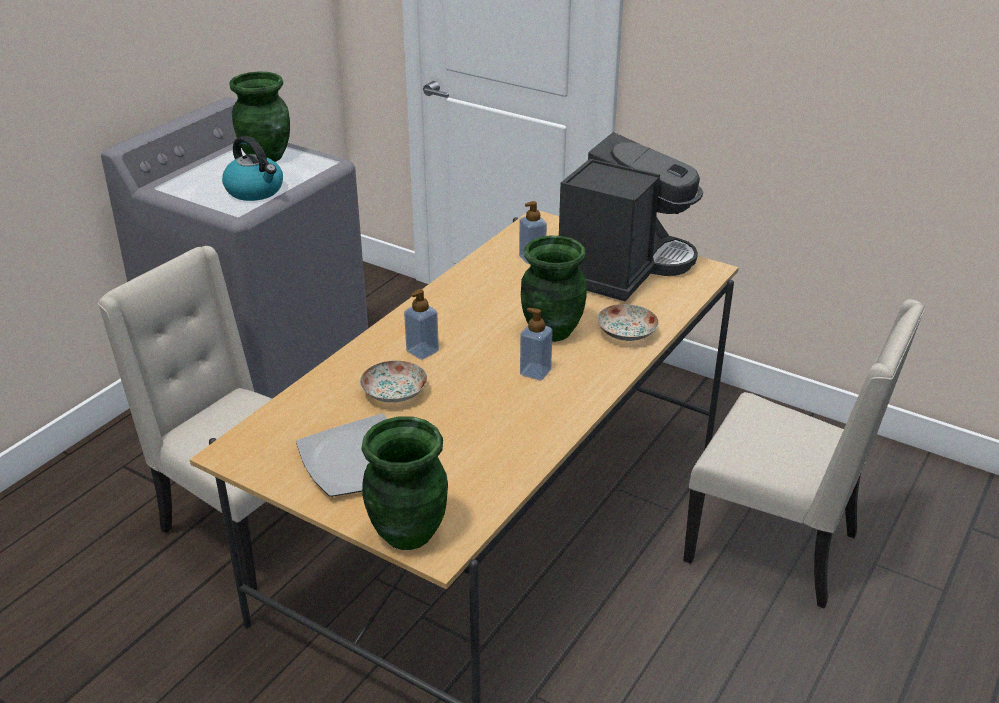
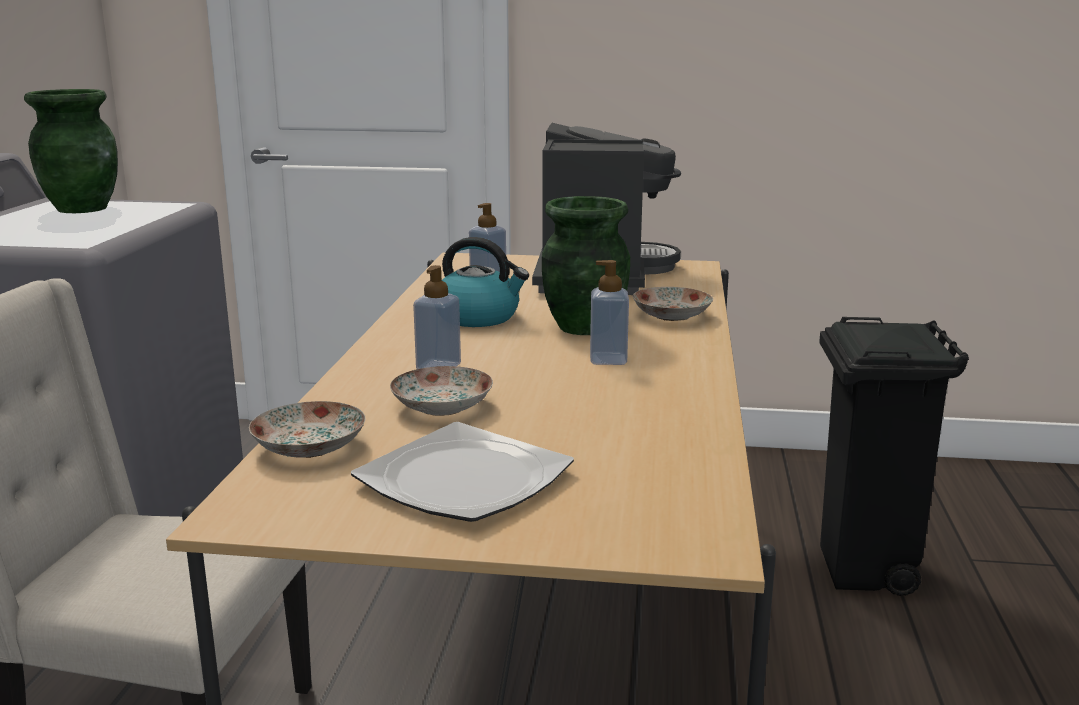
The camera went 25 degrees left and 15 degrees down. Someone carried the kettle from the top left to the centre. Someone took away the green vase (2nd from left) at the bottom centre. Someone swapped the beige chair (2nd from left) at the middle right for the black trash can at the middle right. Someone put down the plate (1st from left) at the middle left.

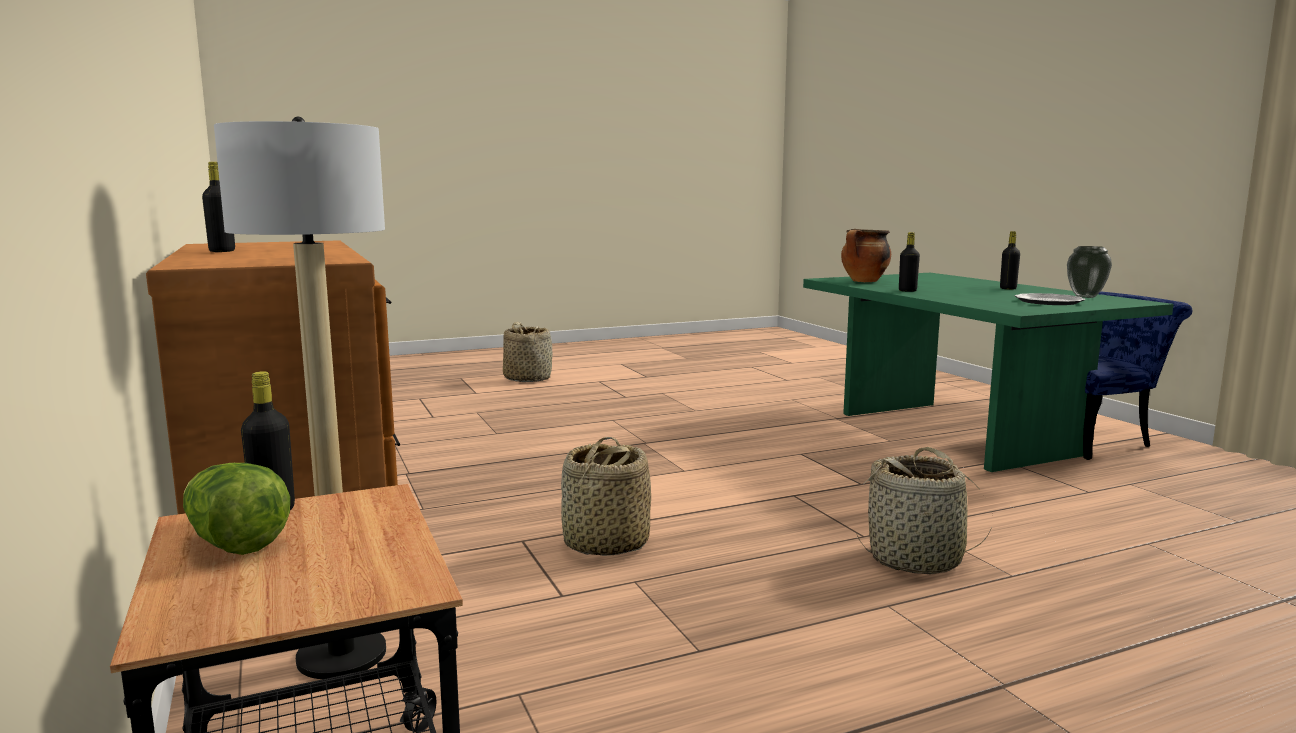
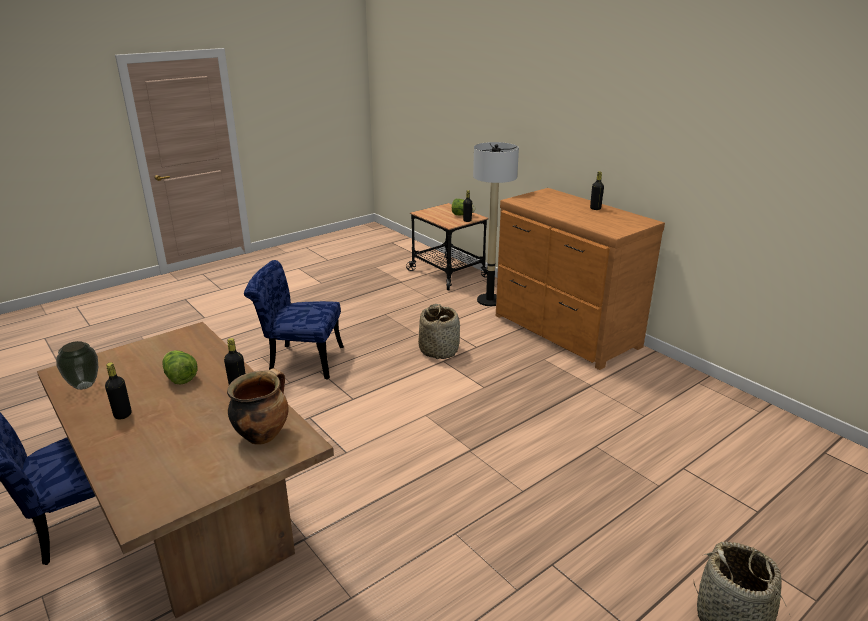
The camera went 165 degrees right and 15 degrees up. Someone repainted the green dining table at the middle right, which became the brown dining table at the bottom left. Someone swapped the basket (3rd from left) at the bottom right for the blue chair (2nd from left) at the centre. Someone took away the plate at the middle right. Someone put down the lettuce (1st from left) at the middle left.

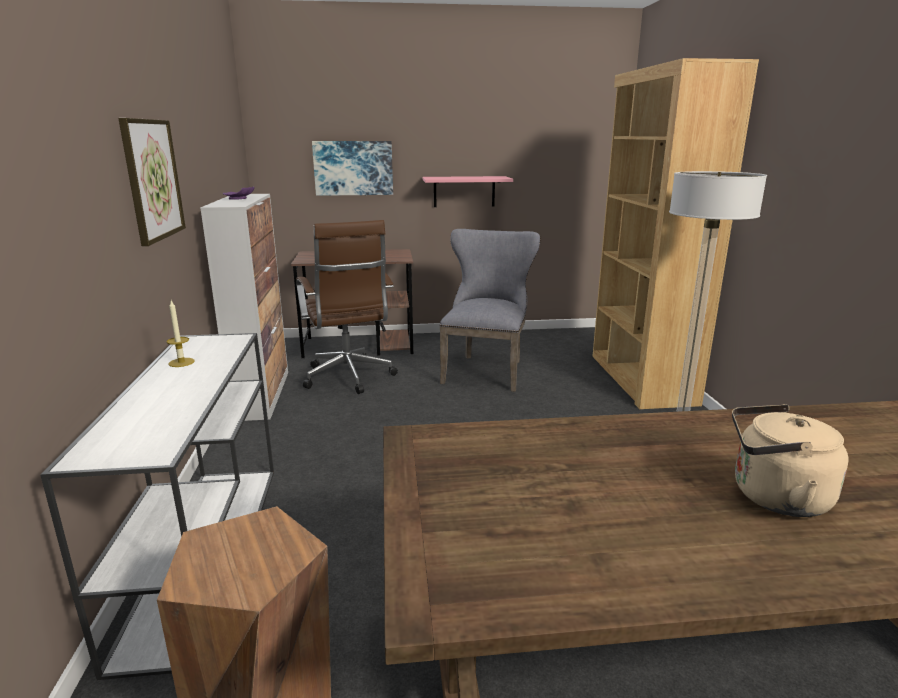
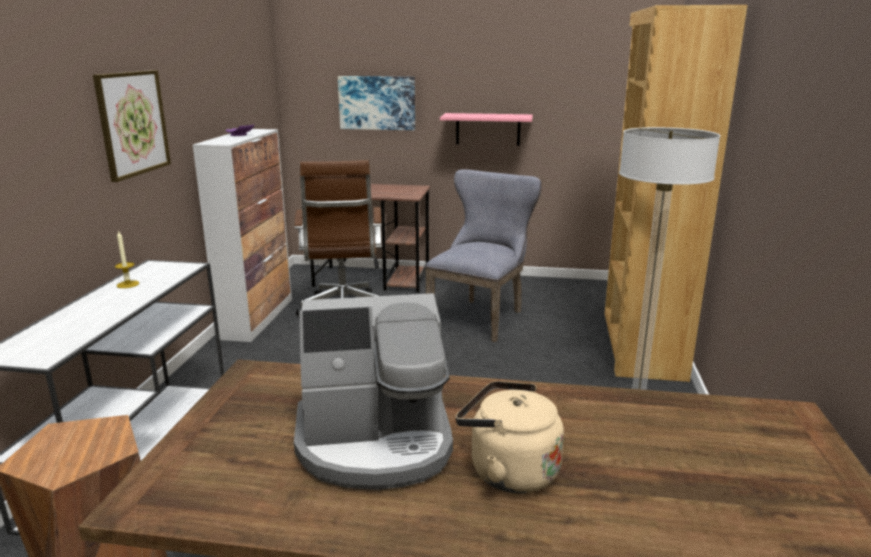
The camera went 15 degrees right and 0 degrees up. Someone put down the coffee machine at the bottom centre.

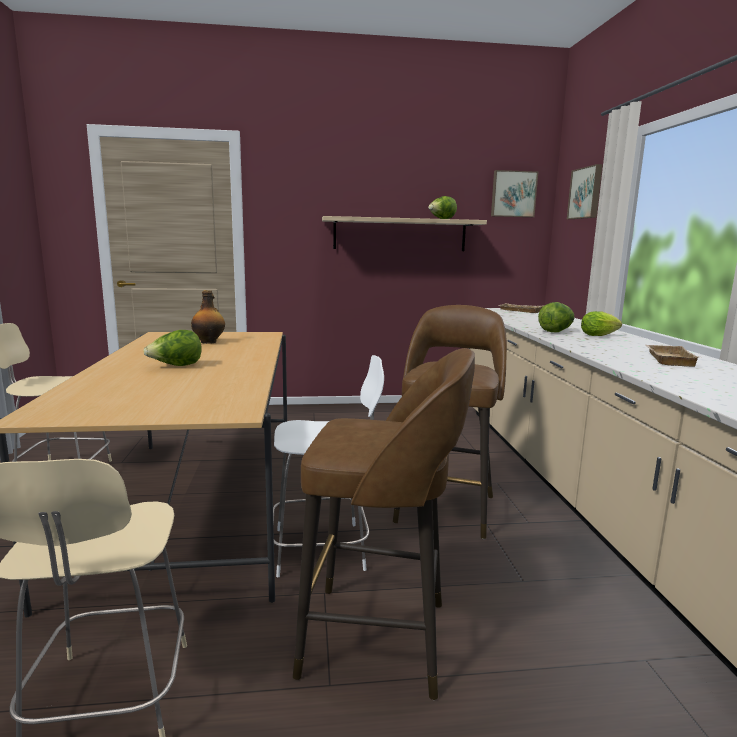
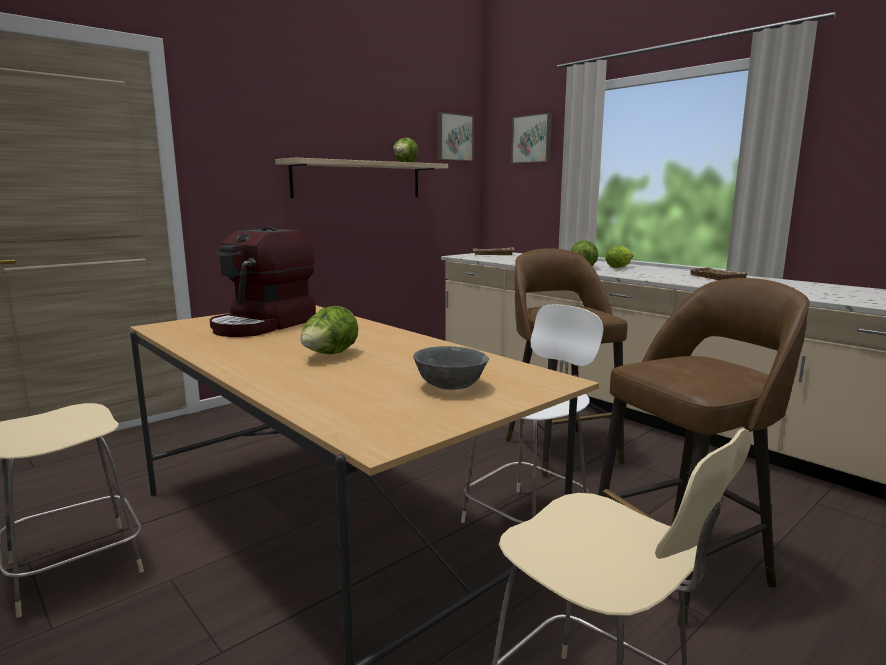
The camera went 35 degrees left and 0 degrees up. Someone swapped the bottle at the middle left for the coffee machine at the middle left. Someone put down the grey bowl at the centre.

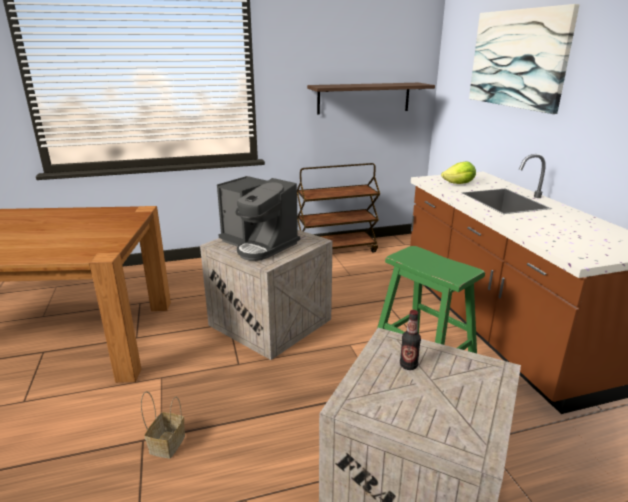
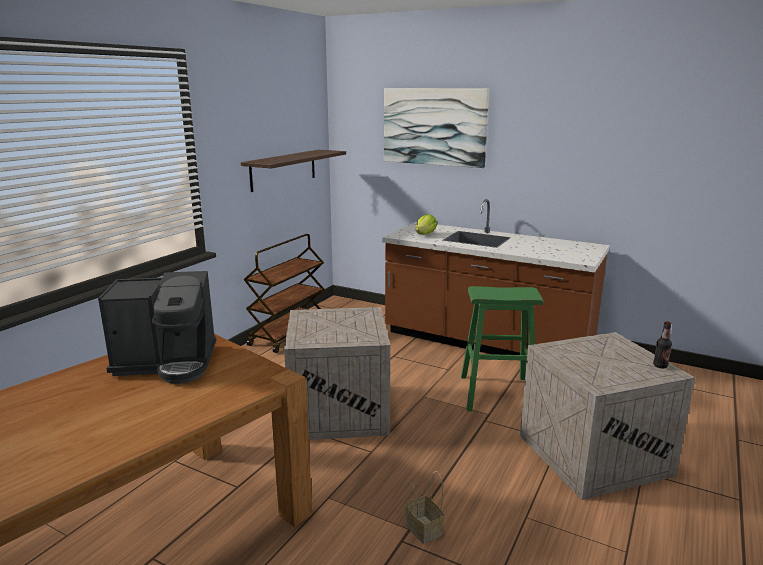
The camera went 45 degrees left and 5 degrees down. Someone carried the coffee machine from the centre to the middle left. Someone carried the bottle from the bottom centre to the middle right.

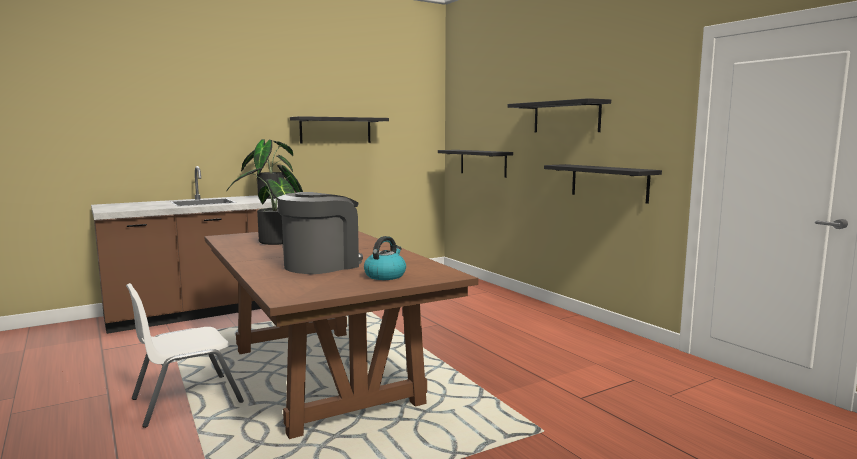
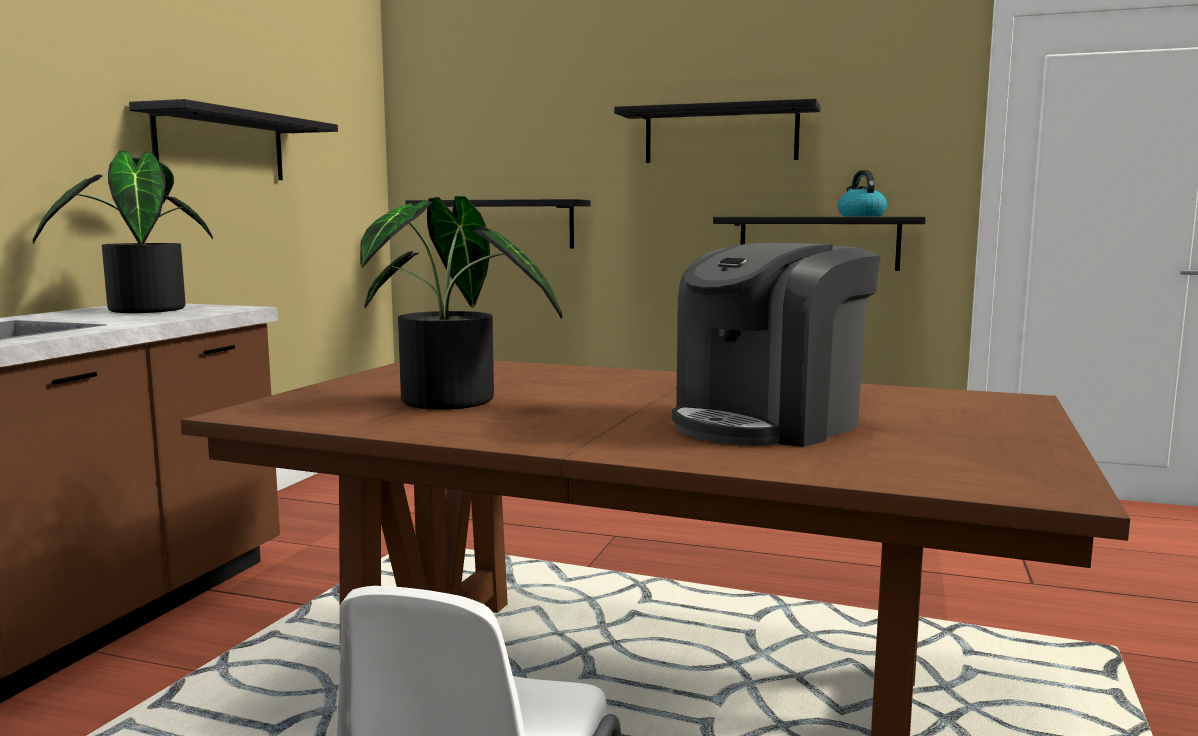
The camera went 40 degrees left and 0 degrees up. Someone rotated the coffee machine at the centre by 135 degrees counterclockwise. Someone carried the kettle from the centre to the top right.

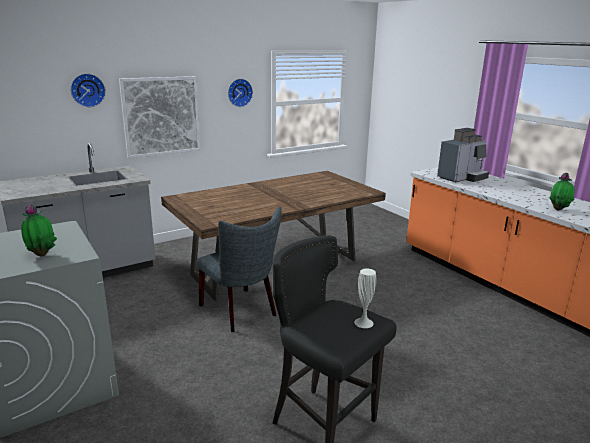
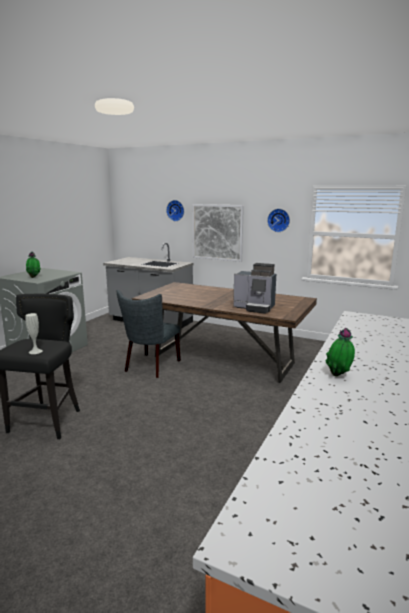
The camera went 60 degrees right and 5 degrees down. Someone carried the coffee machine from the middle right to the centre.

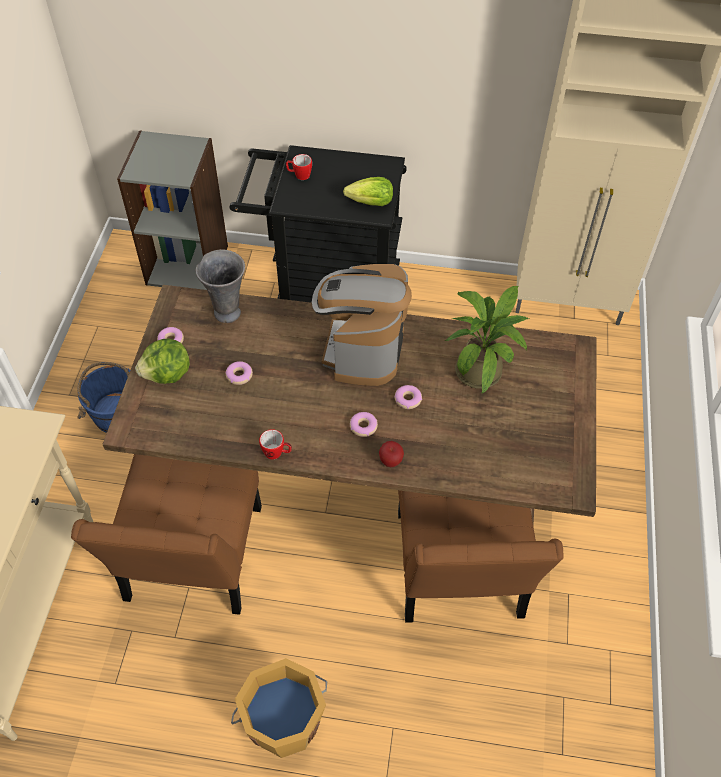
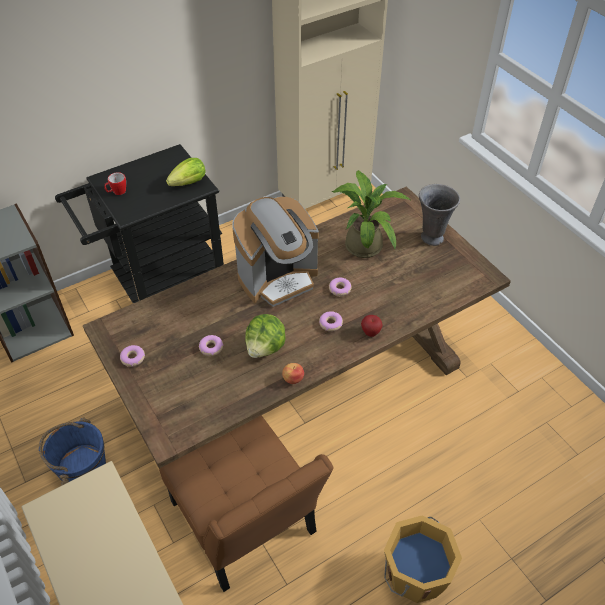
The camera went 40 degrees left and 5 degrees down. Someone carried the lettuce (1st from left in the first image) from the middle left to the centre. Someone carried the grey vase from the middle left to the middle right. Someone swapped the mug (1st from left) at the centre for the apple (1st from left) at the centre. Someone rotated the coffee machine at the centre by 90 degrees counterclockwise. Someone took away the brown chair (2nd from left) at the bottom right.

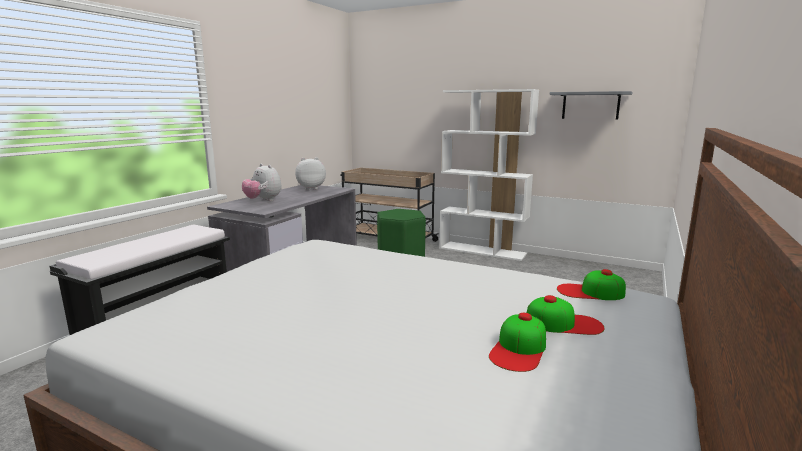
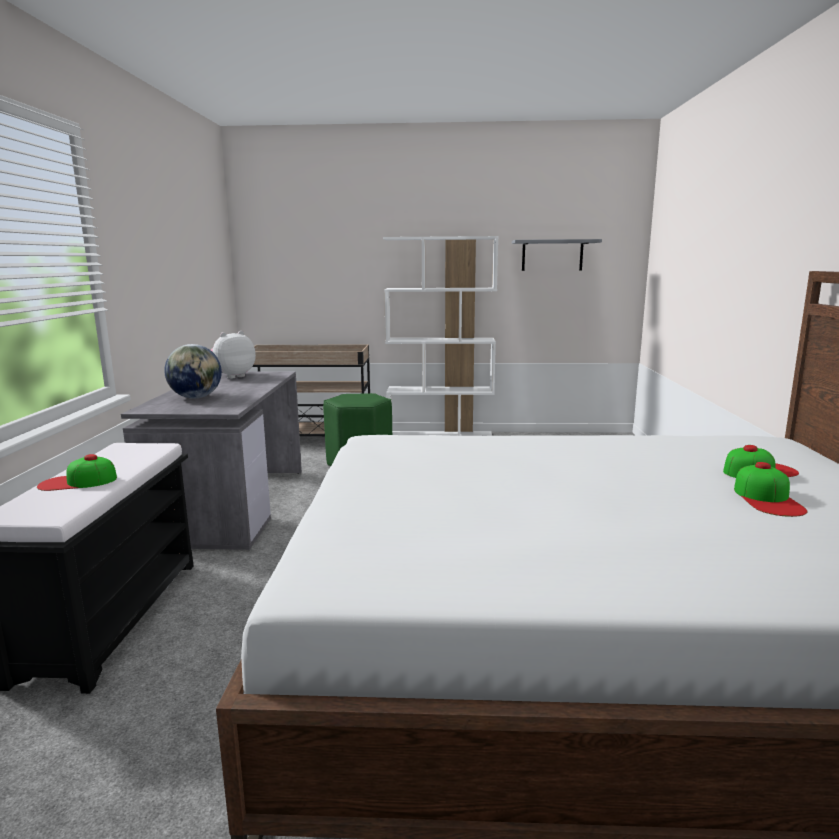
The camera went 25 degrees left and 0 degrees up. Someone swapped the plush toy (1st from left) at the middle left for the globe at the middle left. Someone carried the cap (3rd from left in the first image) from the middle right to the middle left.

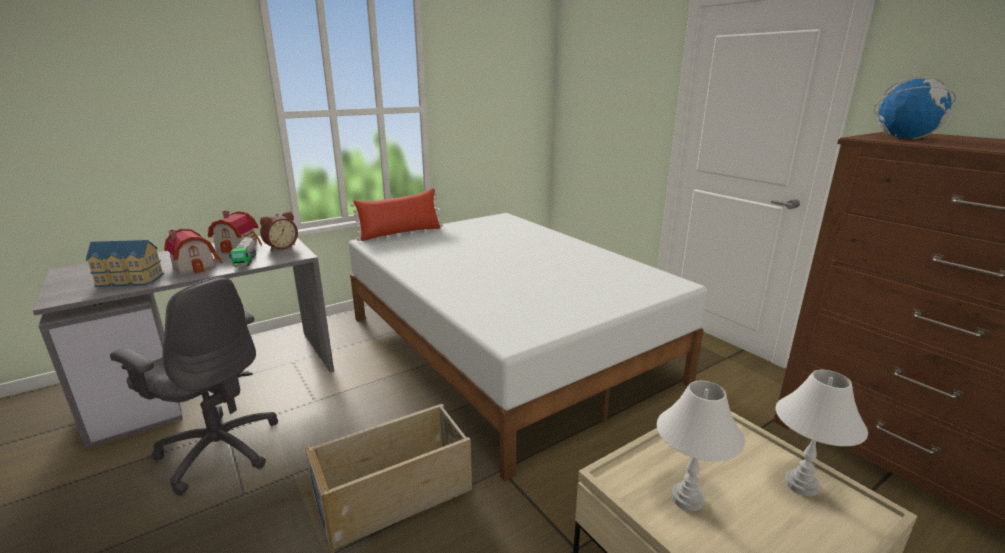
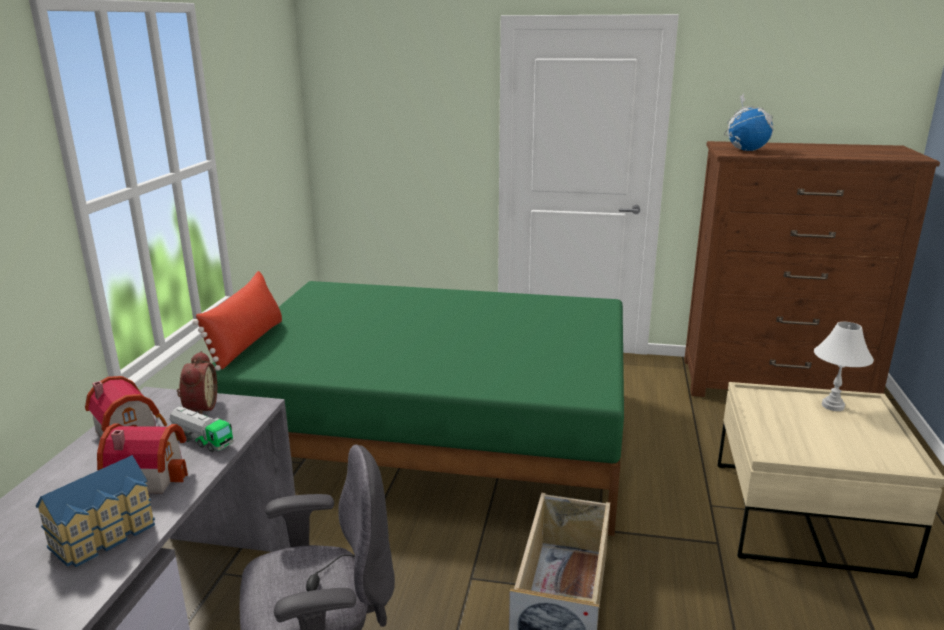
The camera went 45 degrees left and 0 degrees up. Someone repainted the white bed at the centre, which became the green bed at the centre. Someone took away the white table lamp (1st from left) at the bottom right.

